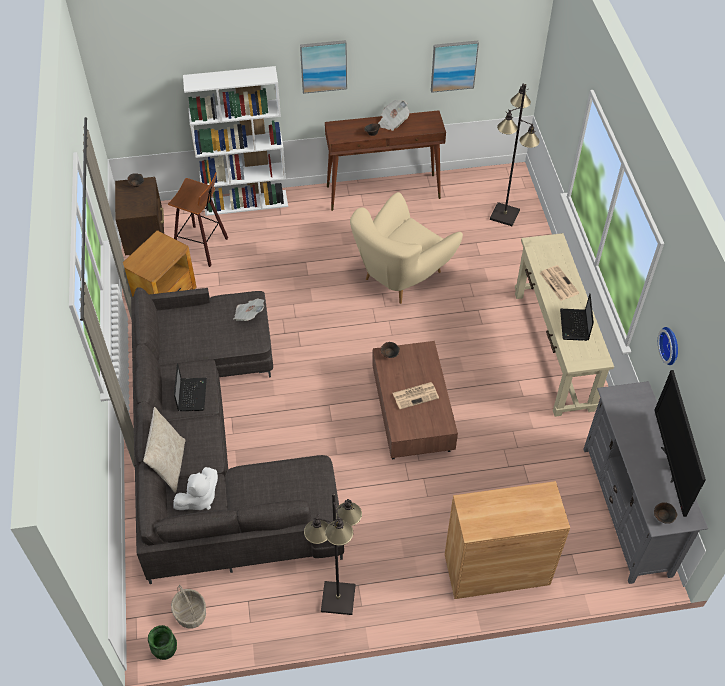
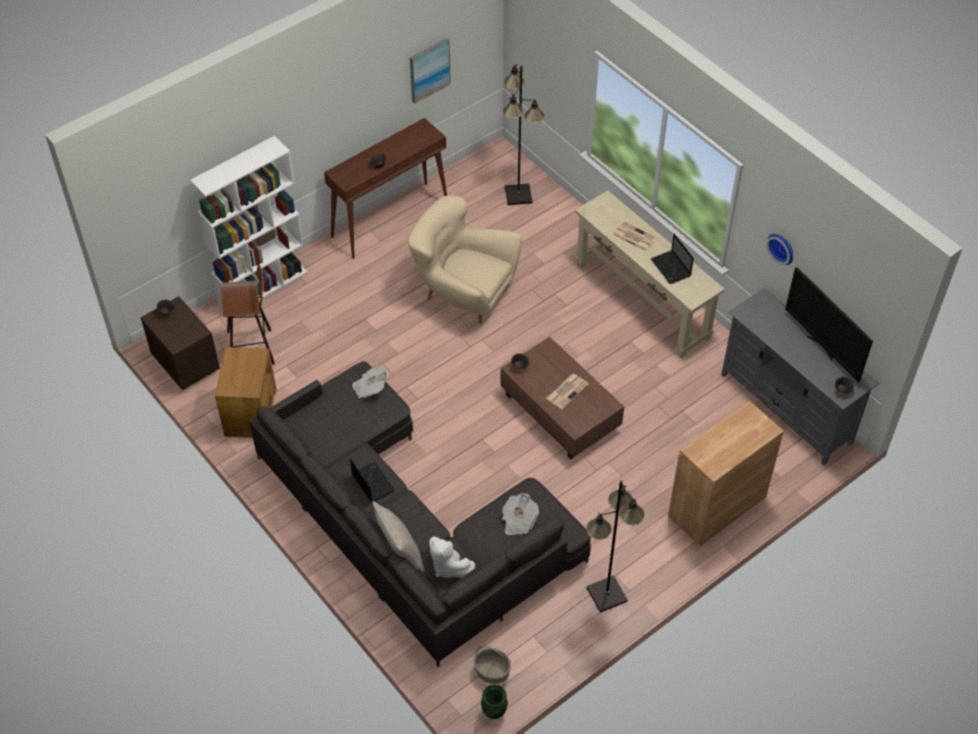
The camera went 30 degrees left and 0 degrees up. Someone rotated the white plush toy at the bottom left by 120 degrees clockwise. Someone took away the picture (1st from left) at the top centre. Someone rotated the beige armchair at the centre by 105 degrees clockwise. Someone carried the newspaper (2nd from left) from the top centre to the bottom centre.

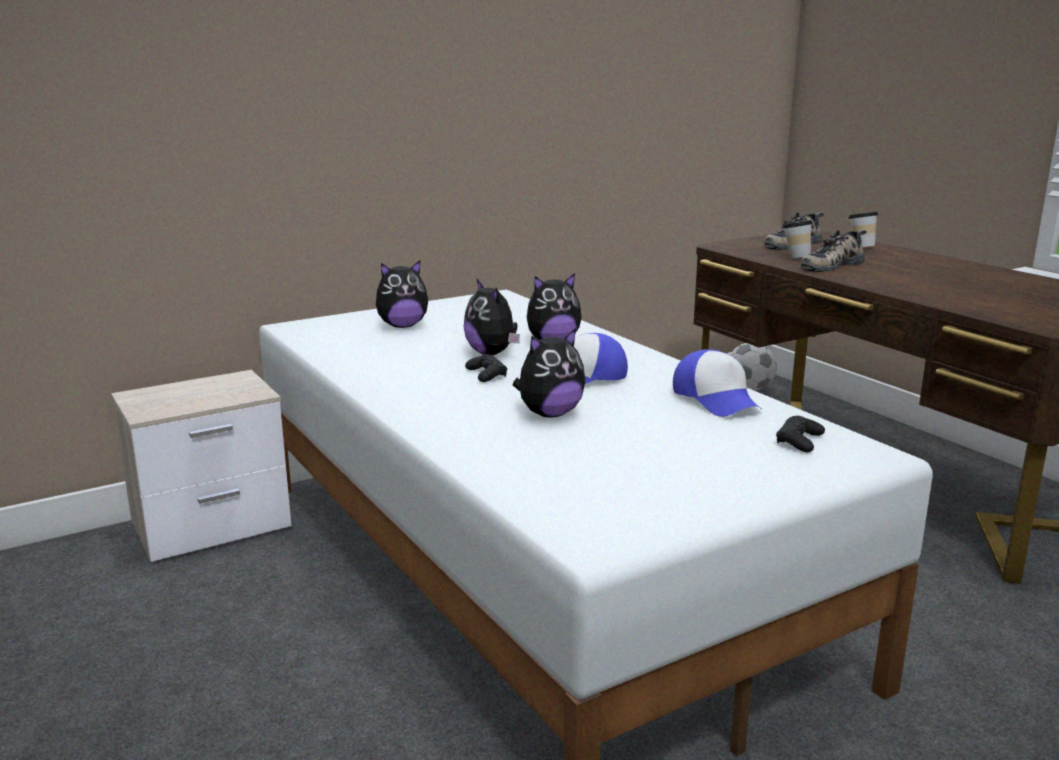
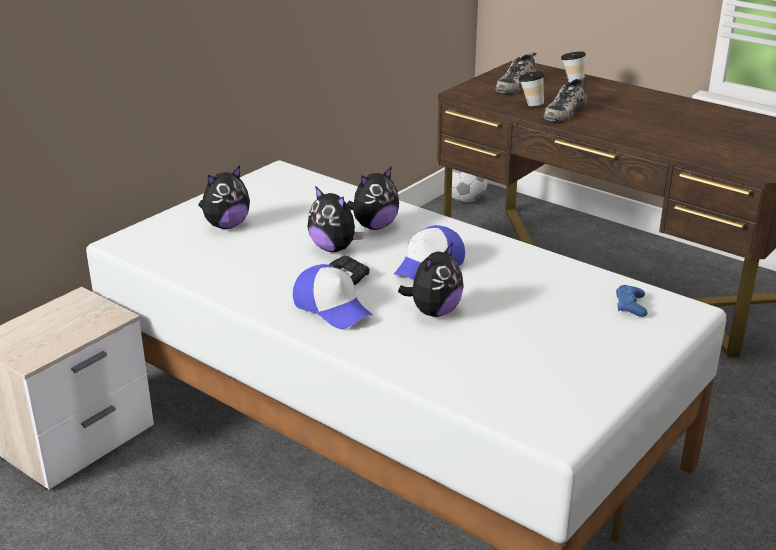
The camera went 20 degrees left and 10 degrees up. Someone carried the cap (2nd from left in the first image) from the middle right to the centre. Someone repainted the black game controller (2nd from left) at the middle right, which became the blue game controller at the middle right.

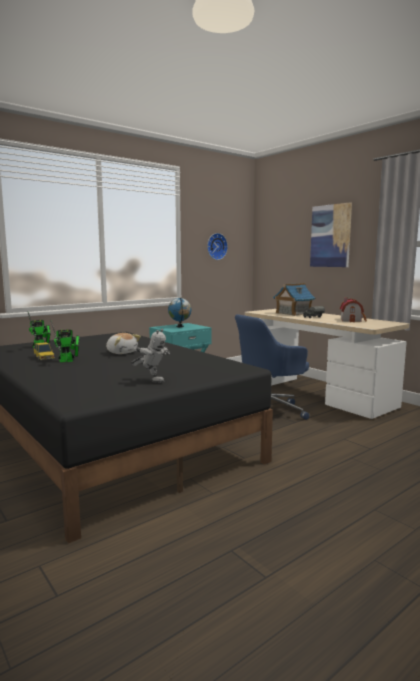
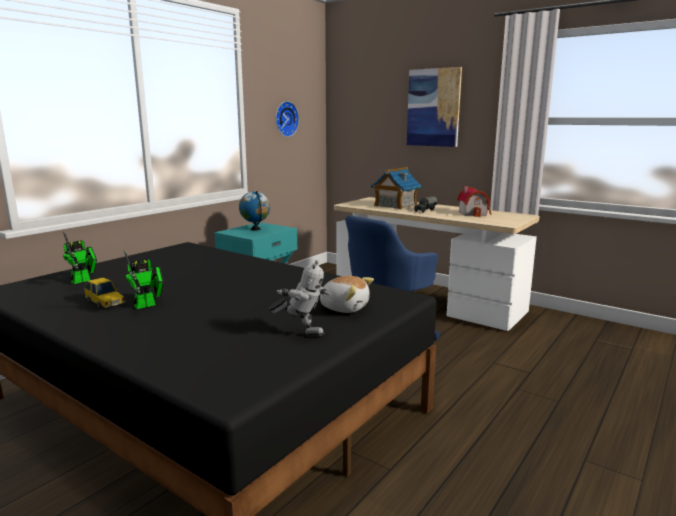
The camera went 15 degrees left and 5 degrees up. Someone carried the plush toy from the middle left to the centre.

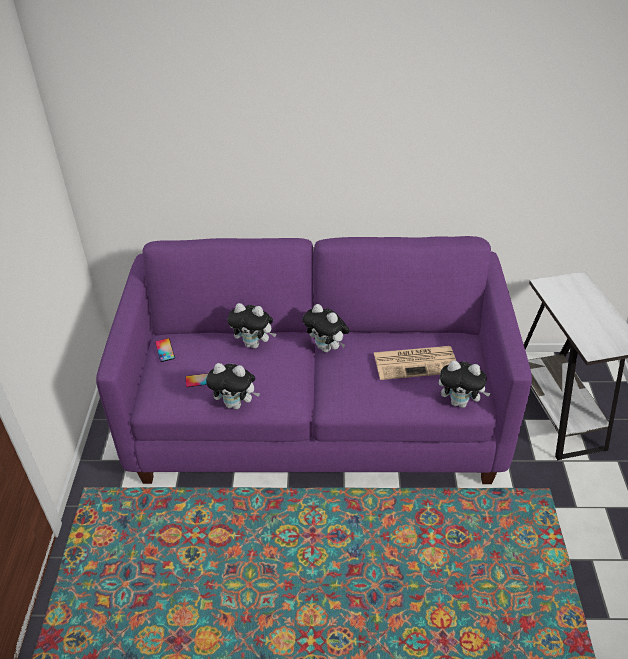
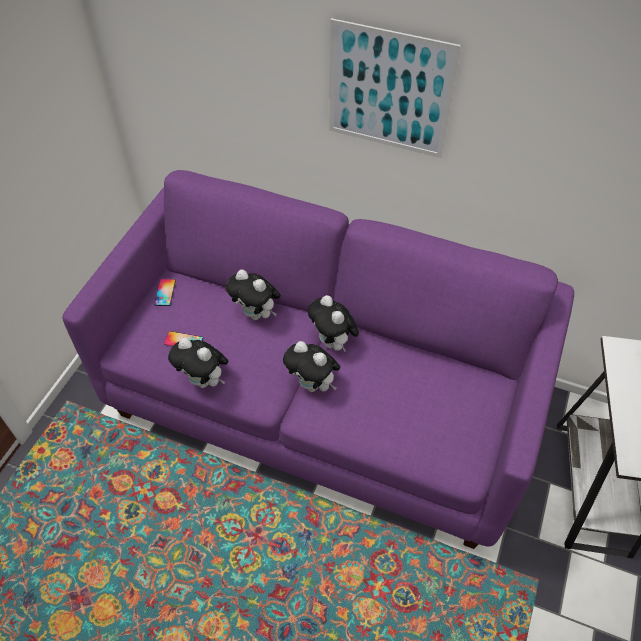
The camera went 20 degrees right and 10 degrees up. Someone took away the newspaper at the centre. Someone carried the plush toy (4th from left in the first image) from the middle right to the centre. Someone put up the picture at the top centre.

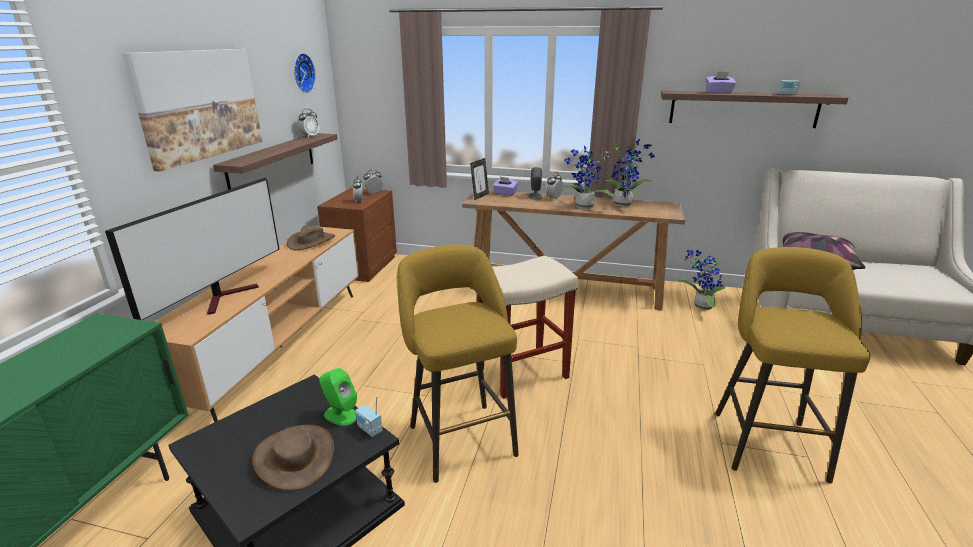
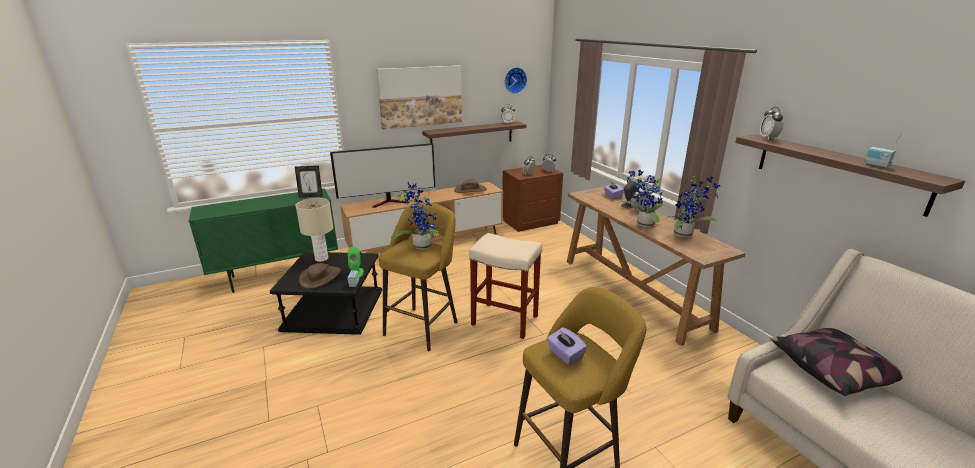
The camera went 50 degrees right and 0 degrees up. Someone carried the picture frame from the top centre to the middle left. Someone carried the potted plant (3rd from left in the first image) from the middle right to the centre. Someone carried the purple tissue box (2nd from left in the first image) from the top right to the bottom centre. Someone put down the beige table lamp at the middle left. Someone put down the alarm clock (5th from left) at the top right.

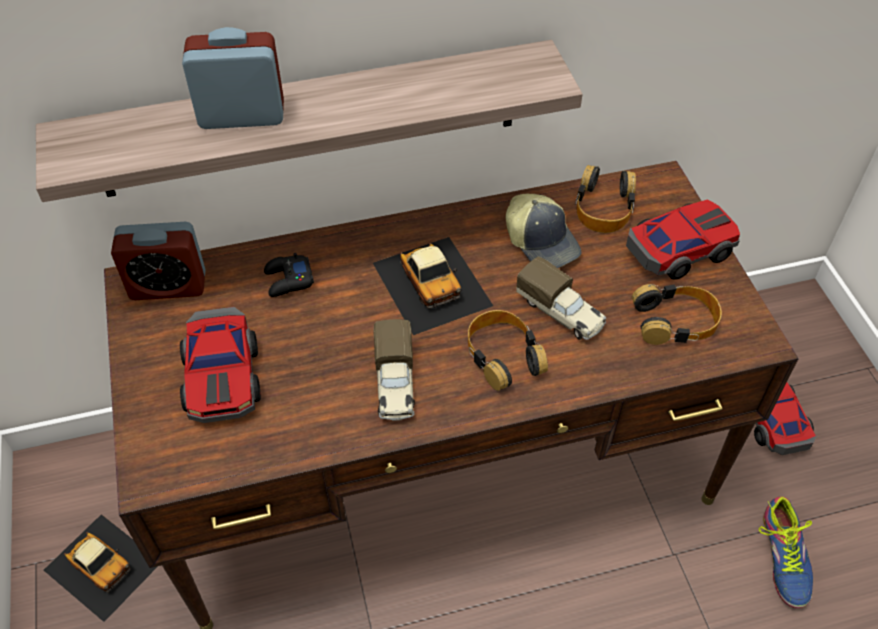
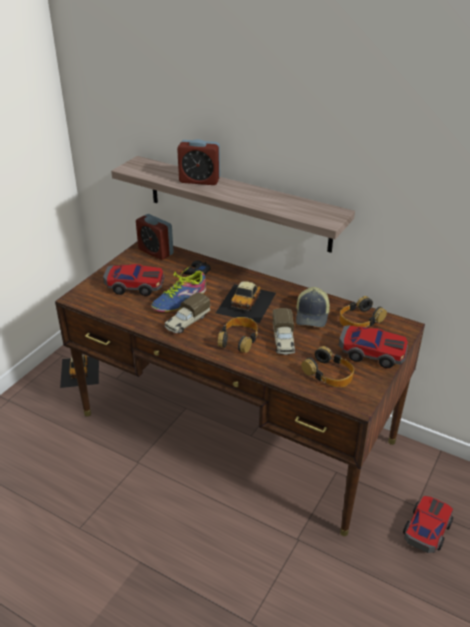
The camera went 45 degrees right and 15 degrees down. Someone rotated the toy car (2nd from left) at the middle left by 120 degrees counterclockwise. Someone rotated the alarm clock (2nd from left) at the top left by 150 degrees clockwise. Someone carried the shoe from the bottom right to the centre.

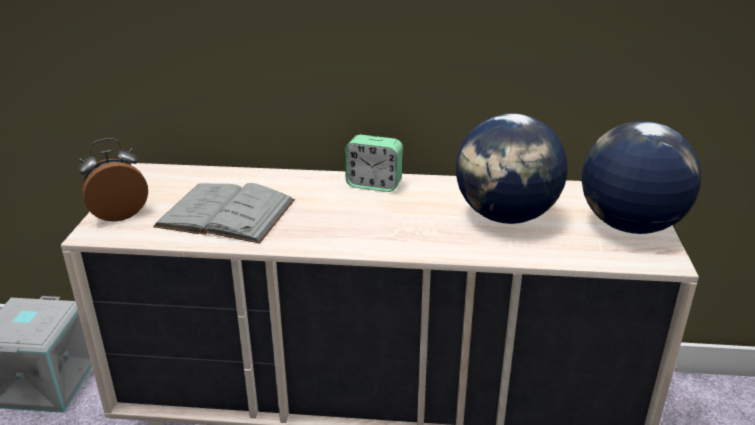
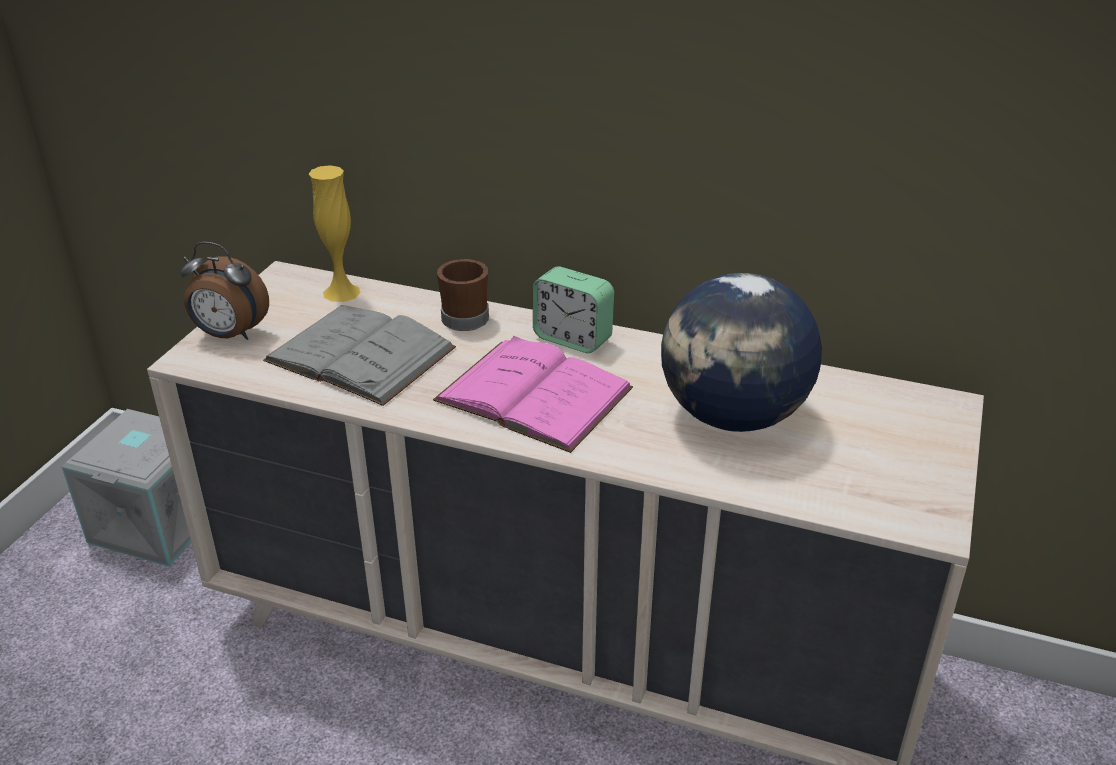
The camera went 15 degrees right and 5 degrees up. Someone rotated the alarm clock (1st from left) at the middle left by 150 degrees counterclockwise. Someone took away the globe (2nd from left) at the middle right. Someone put down the yellow vase at the top left. Someone put down the pink book at the centre. Someone put down the brown mug at the centre.

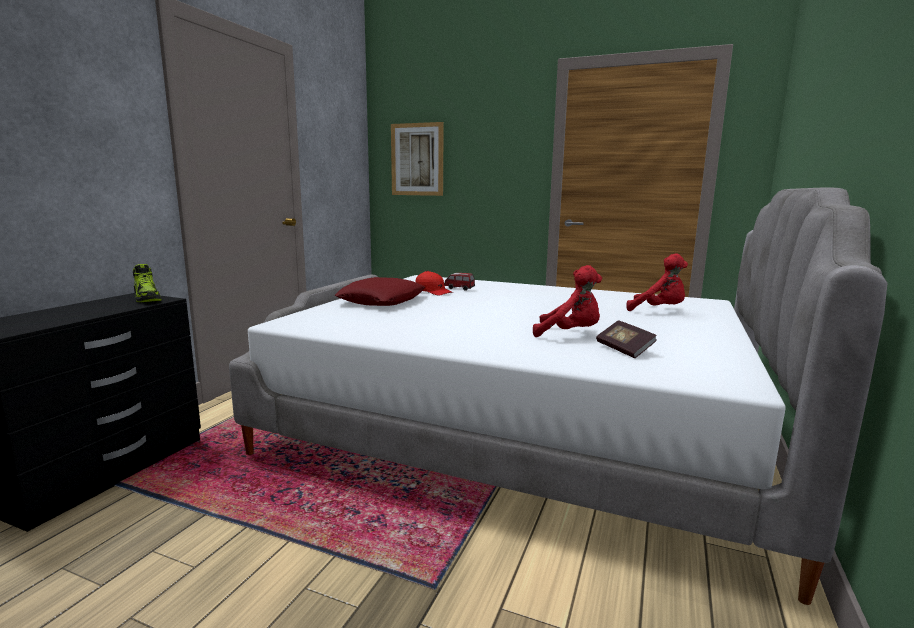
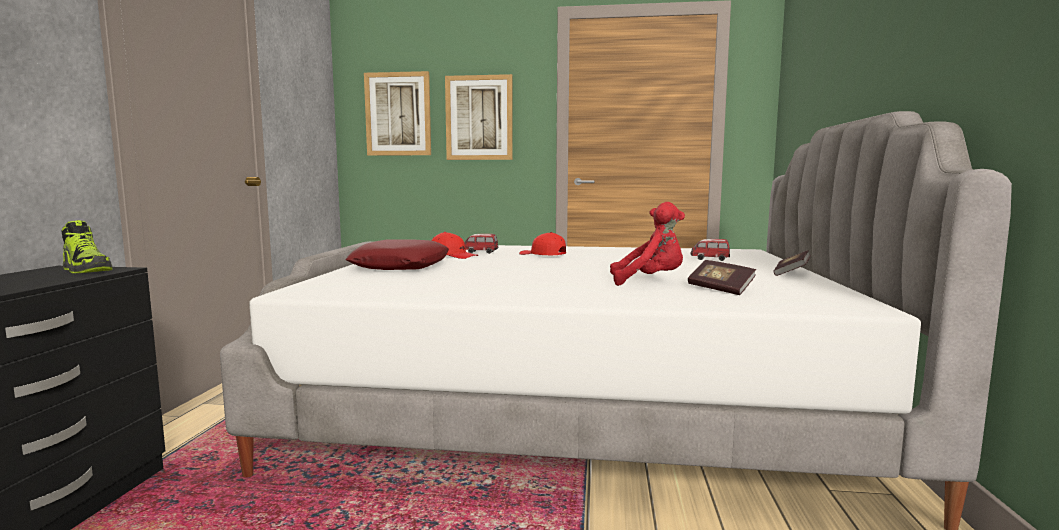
The camera went 15 degrees left and 5 degrees down. Someone swapped the red plush toy (2nd from left) at the middle right for the toy car (2nd from left) at the middle right. Someone put up the picture (2nd from left) at the top centre. Someone put down the red cap (2nd from left) at the centre. Someone put down the book (2nd from left) at the middle right.

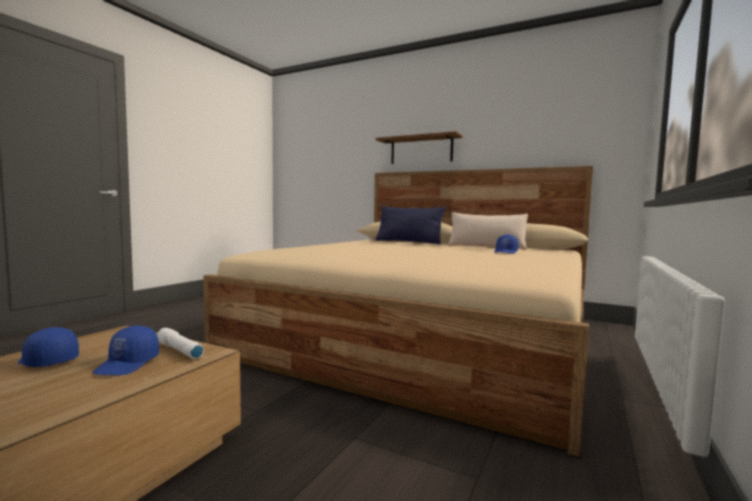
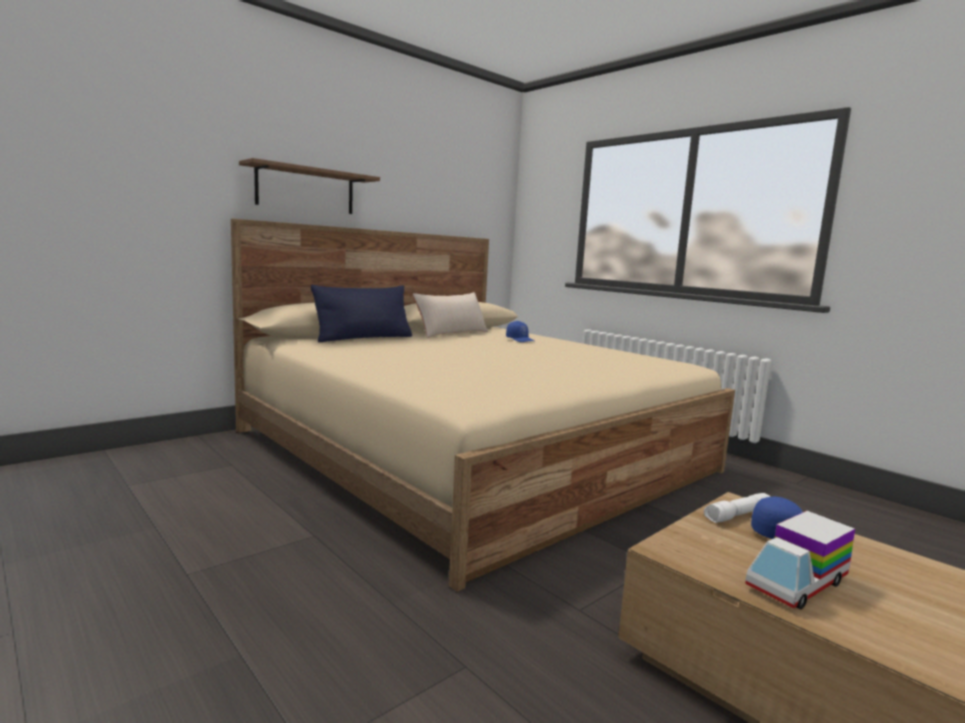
The camera went 70 degrees left and 5 degrees up. Someone swapped the blue cap (1st from left) at the bottom left for the toy truck at the bottom right.

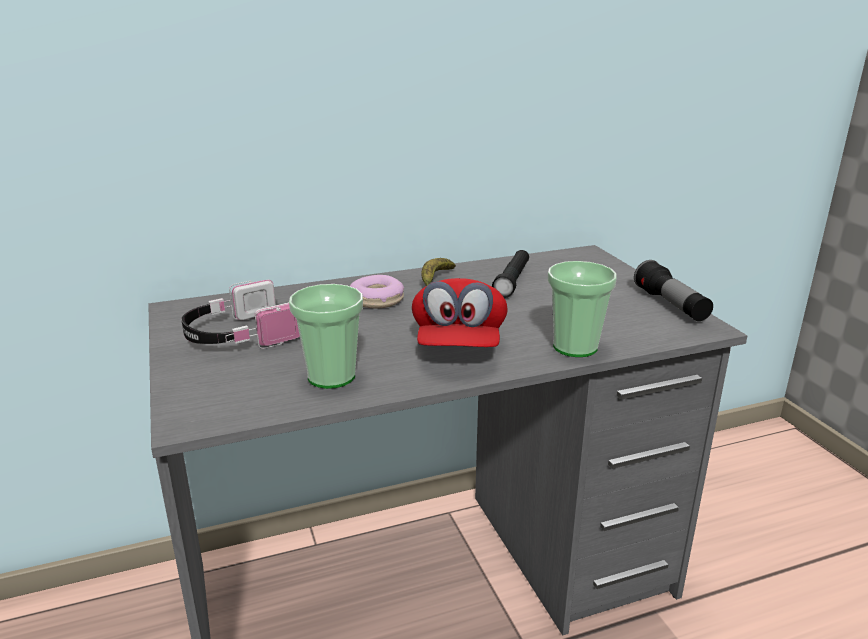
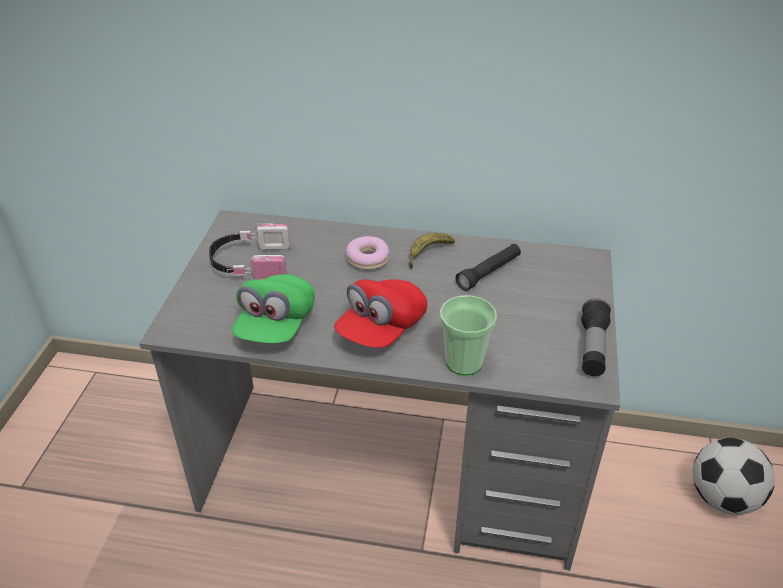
The camera went 30 degrees right and 15 degrees up. Someone swapped the cup (1st from left) at the centre for the green cap at the centre. Someone put down the football at the bottom right.

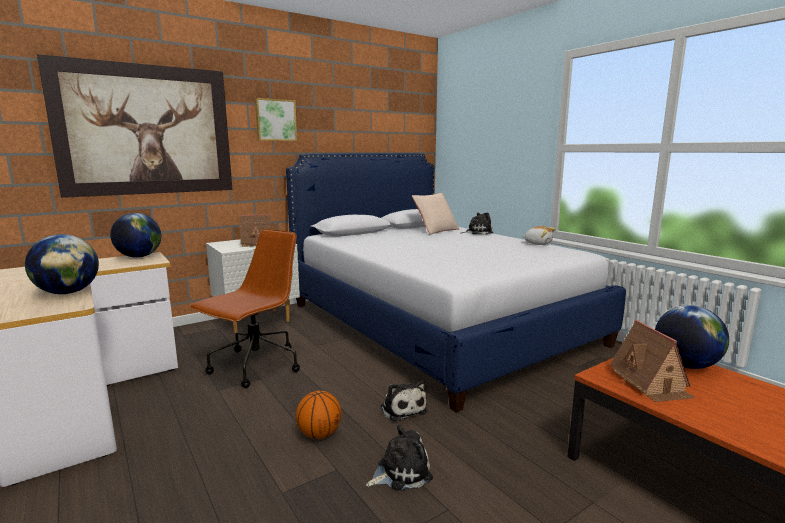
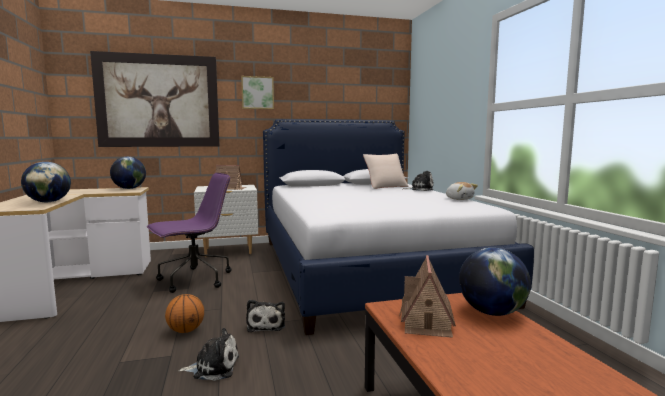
The camera went 20 degrees right and 5 degrees down. Someone repainted the brown office chair at the middle left, which became the purple office chair at the middle left.

